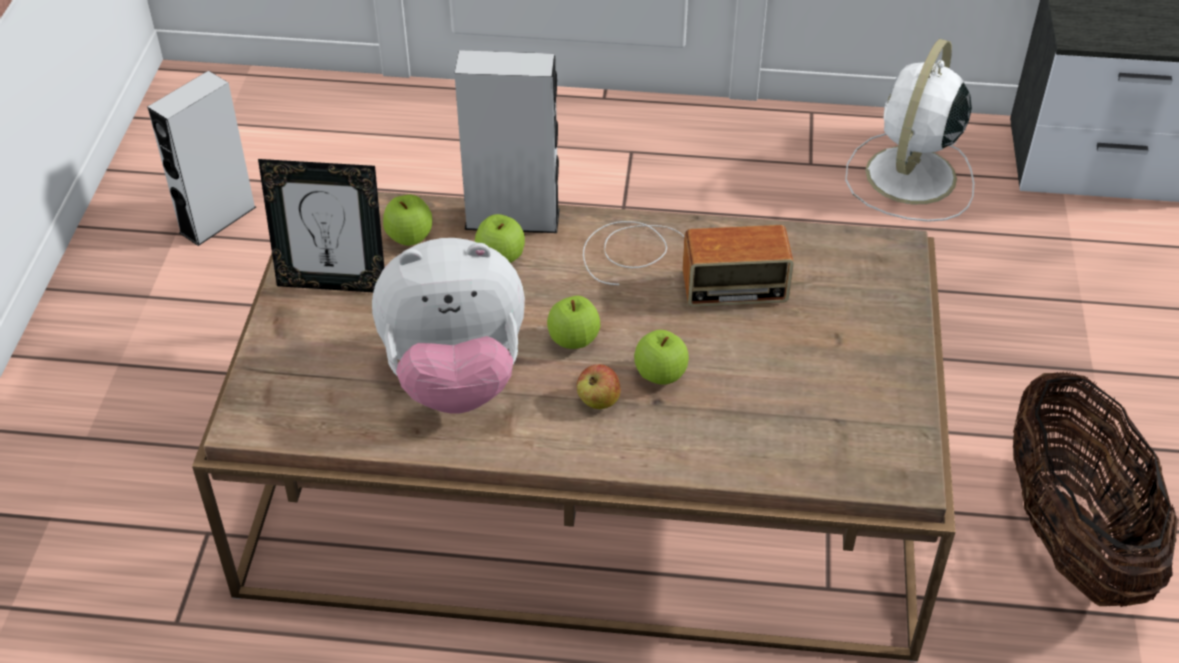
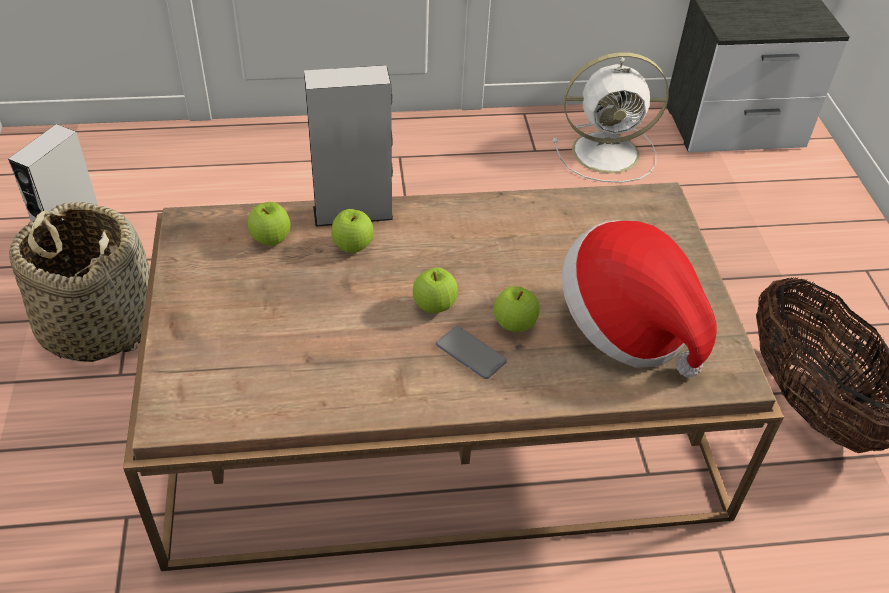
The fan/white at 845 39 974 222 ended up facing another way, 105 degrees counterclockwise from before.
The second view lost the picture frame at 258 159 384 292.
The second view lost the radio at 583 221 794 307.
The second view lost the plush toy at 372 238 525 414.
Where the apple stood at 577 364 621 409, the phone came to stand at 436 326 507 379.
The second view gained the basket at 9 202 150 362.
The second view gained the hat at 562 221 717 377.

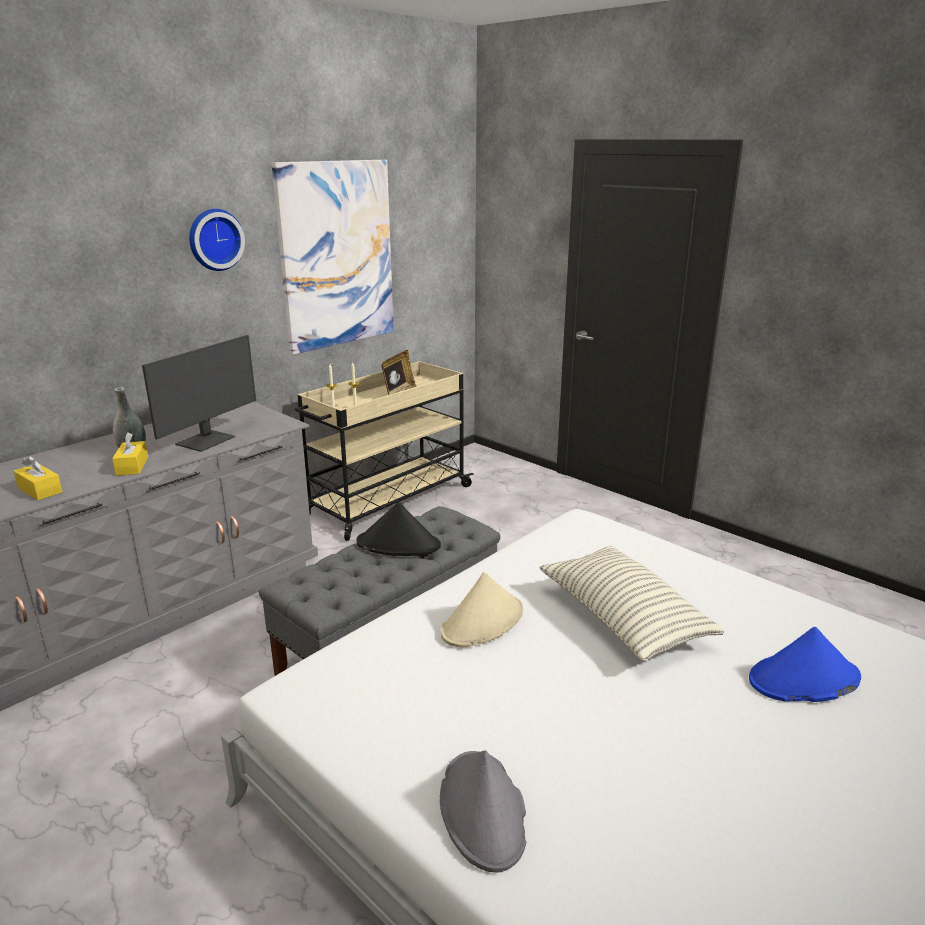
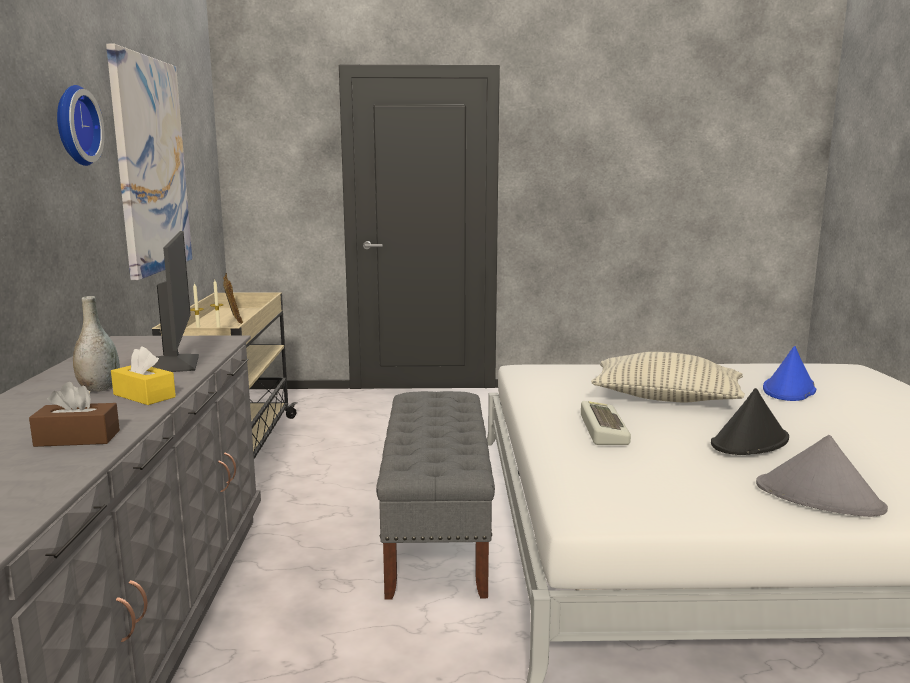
What was the tissue box/yellow at 13 455 62 500 turned into the tissue box/brown at 29 382 120 447.
The hat/black ended up elsewhere, having gone from 356 502 441 556 to 711 388 789 455.
Where the hat/beige stood at 440 572 523 647, the keyboard came to stand at 581 401 631 445.

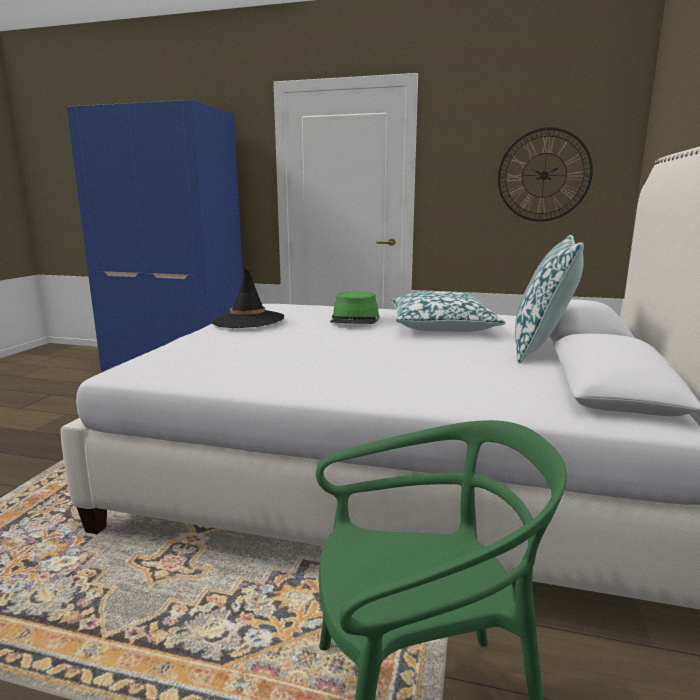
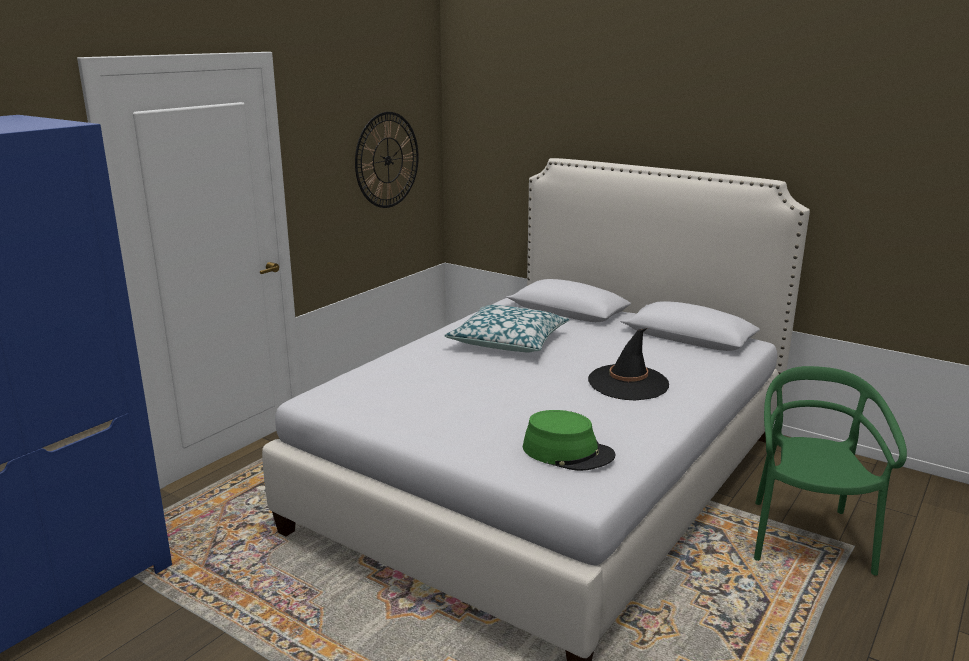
The second view lost the pillow at 515 235 584 363.
The hat/black ended up elsewhere, having gone from 211 268 284 328 to 588 328 669 400.
The hat/green ended up elsewhere, having gone from 330 292 379 324 to 523 410 615 471.

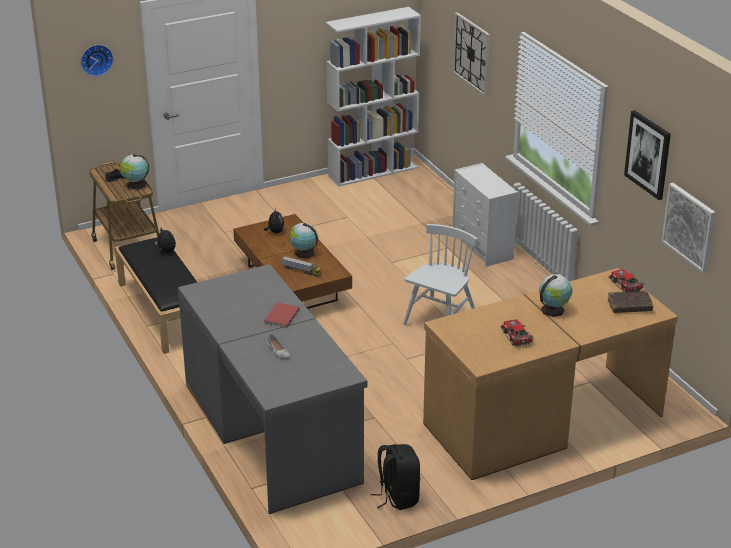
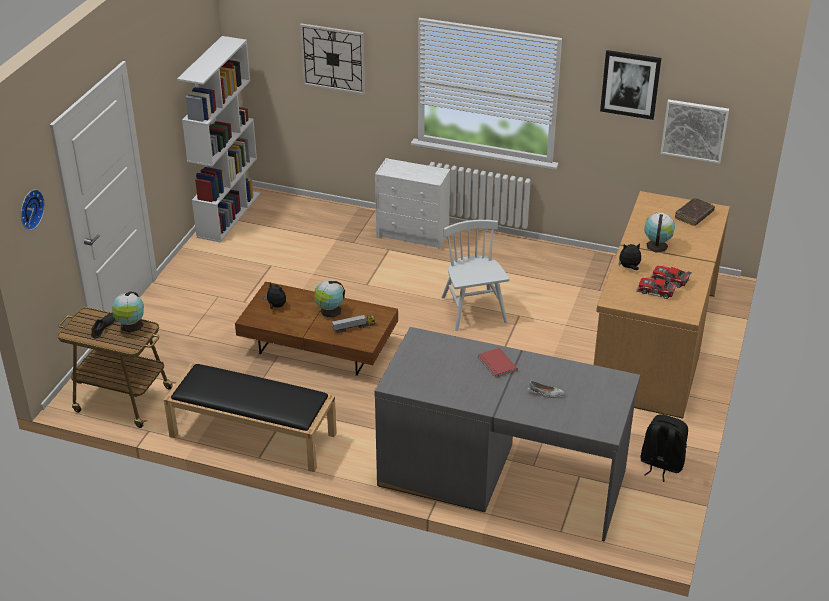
The plush toy ended up elsewhere, having gone from 154 228 176 253 to 619 244 641 270.
The toy car ended up elsewhere, having gone from 608 269 644 292 to 636 278 677 299.

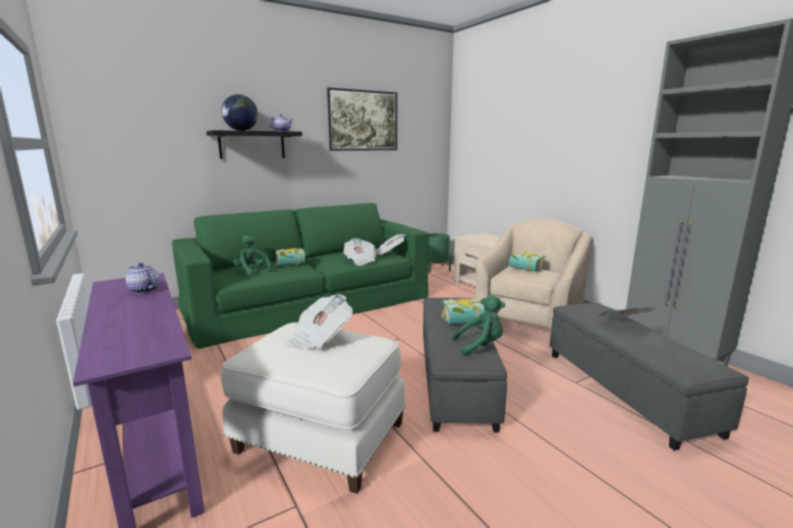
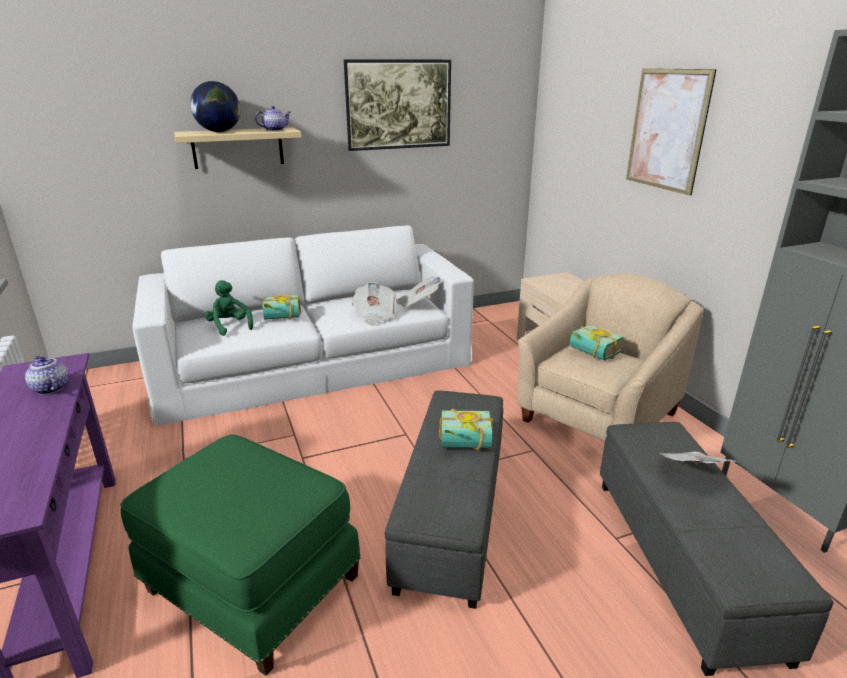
What was the shelf/black at 206 130 302 159 turned into the shelf/beige at 174 127 302 169.
What was the sofa/green at 172 203 429 349 turned into the sofa/white at 132 226 474 426.
The second view lost the planter/green at 428 233 452 273.
The second view lost the newspaper at 287 294 353 349.
The second view lost the plush toy/green at 452 295 505 356.
What was the ottoman/white at 221 322 406 494 turned into the ottoman/green at 120 435 361 676.
The second view gained the picture at 626 68 717 196.

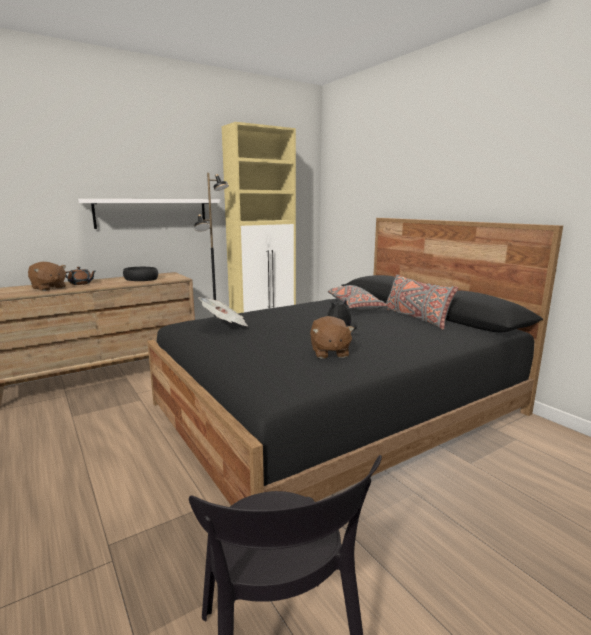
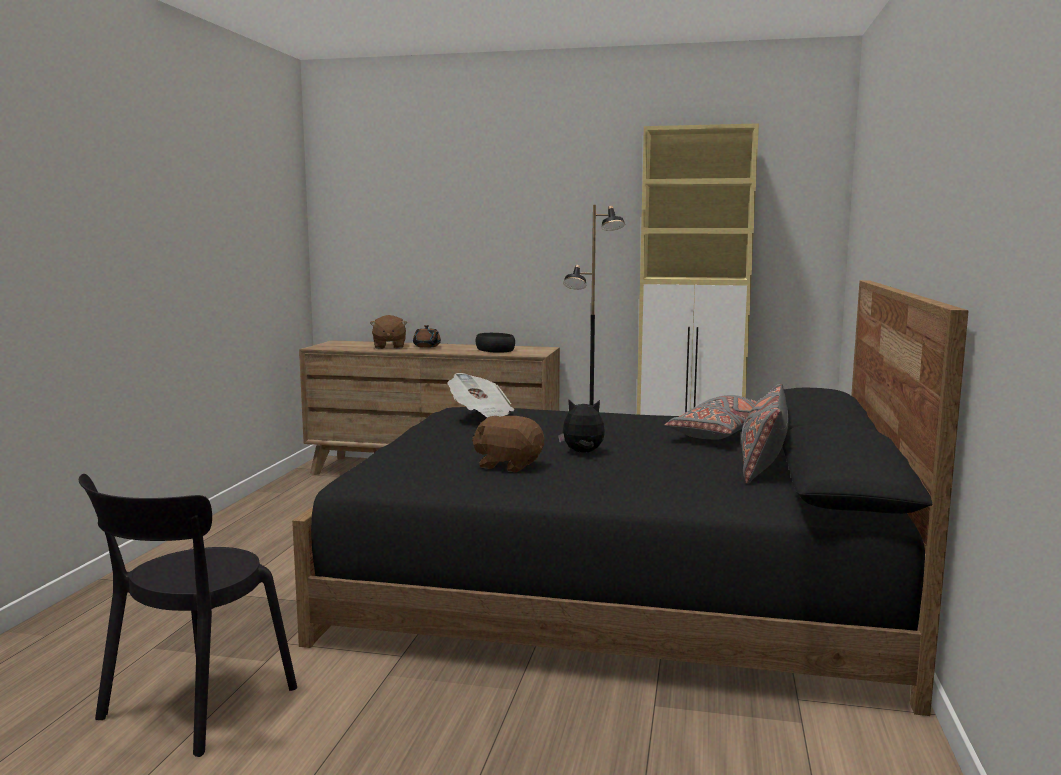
The second view lost the shelf/white at 78 199 221 229.
The plush toy/brown at 310 316 354 359 ended up facing another way, 75 degrees clockwise from before.

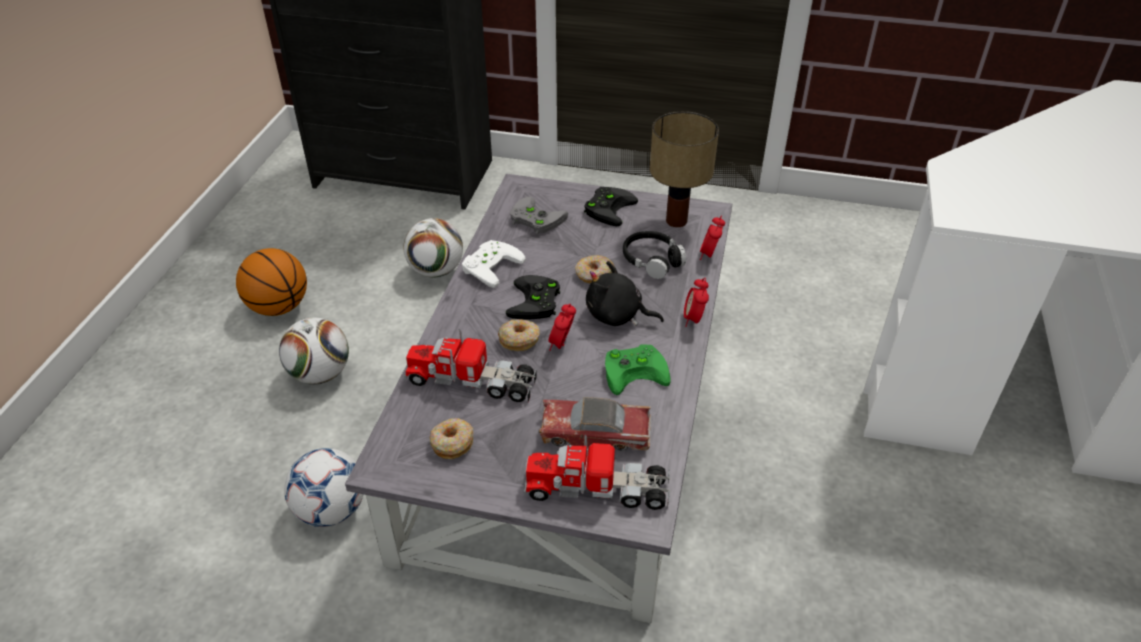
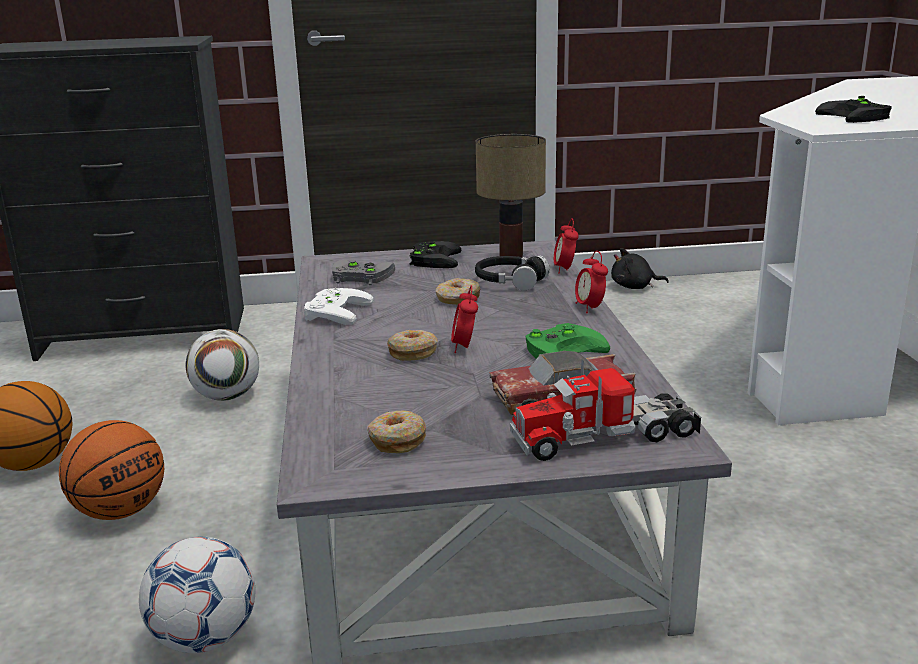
The plush toy/black ended up elsewhere, having gone from 586 261 664 326 to 611 248 669 289.
The game controller/black ended up elsewhere, having gone from 506 275 560 320 to 815 96 892 123.
Where the football stood at 279 318 349 385, the basketball came to stand at 59 420 164 520.
The second view lost the toy truck at 404 329 537 402.

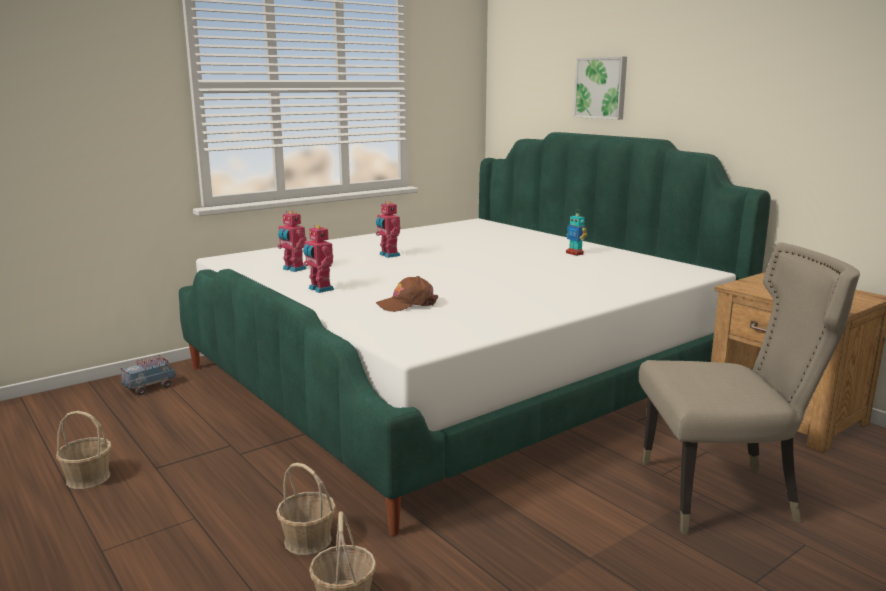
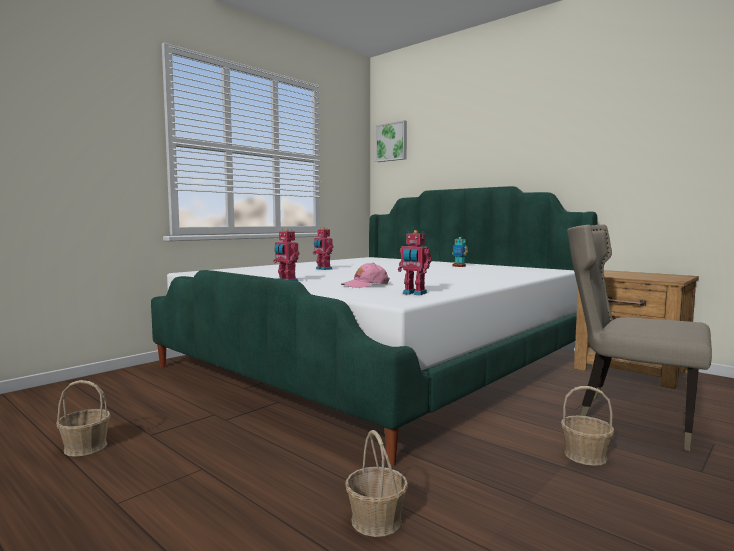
The picture ended up elsewhere, having gone from 573 56 627 120 to 376 120 407 162.
The toy robot ended up elsewhere, having gone from 277 211 307 272 to 398 230 432 295.
The chair/beige at 639 242 860 534 ended up facing another way, 135 degrees counterclockwise from before.
What was the cap/brown at 376 276 438 312 turned into the cap/pink at 341 263 390 288.
The second view lost the toy truck at 121 355 176 395.
The basket ended up elsewhere, having gone from 276 463 336 555 to 561 386 615 466.

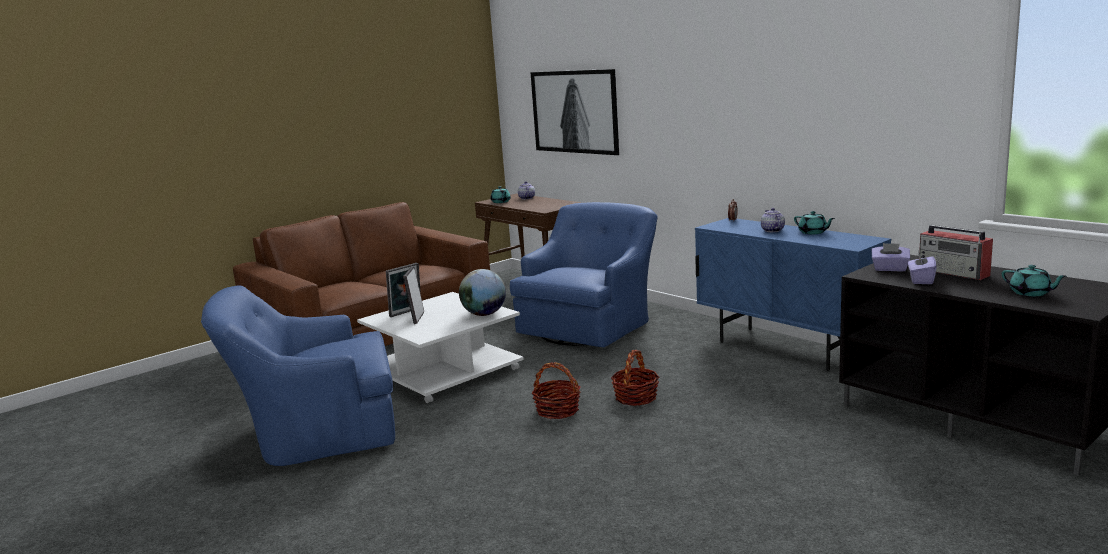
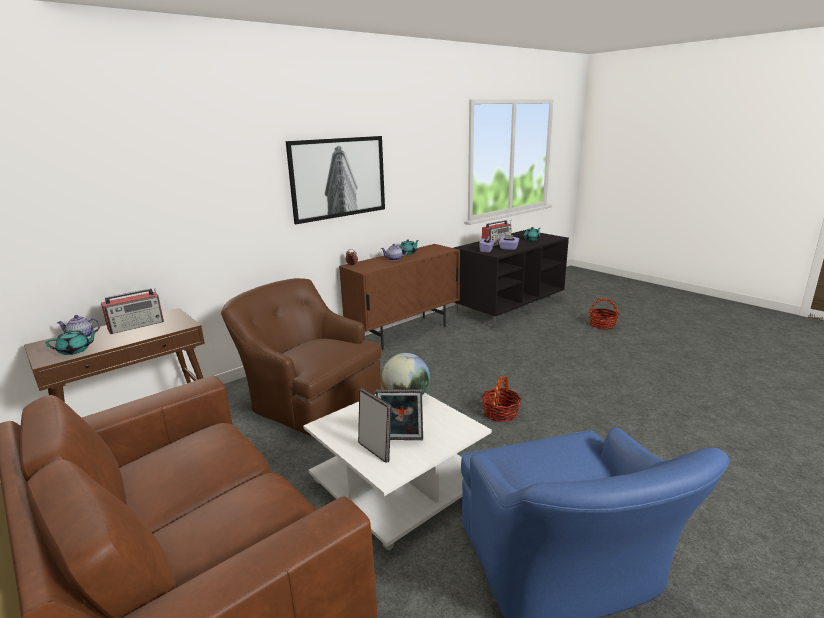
The picture ended up elsewhere, having gone from 530 69 619 155 to 286 136 385 224.
What was the armchair/blue at 510 202 658 347 turned into the armchair/brown at 221 278 381 436.
What was the cabinet/blue at 695 218 891 371 turned into the cabinet/brown at 339 244 460 350.
The basket ended up elsewhere, having gone from 611 350 659 406 to 589 298 619 330.
The second view gained the radio at 101 288 164 334.

